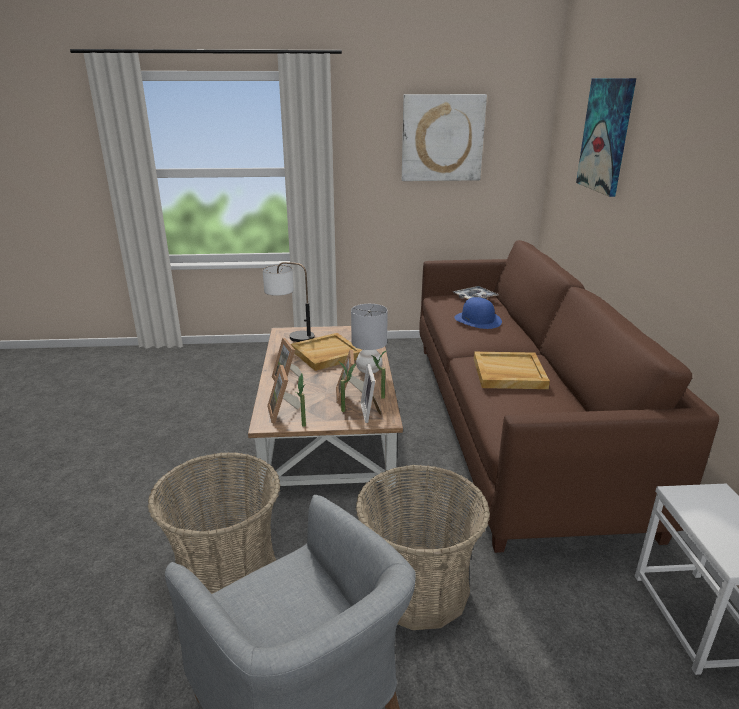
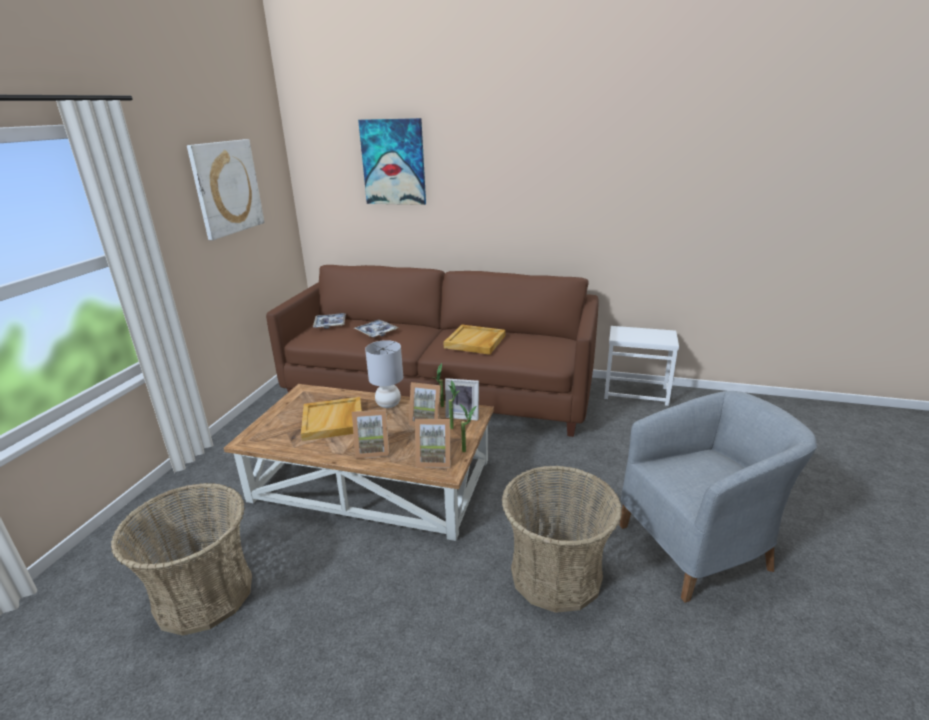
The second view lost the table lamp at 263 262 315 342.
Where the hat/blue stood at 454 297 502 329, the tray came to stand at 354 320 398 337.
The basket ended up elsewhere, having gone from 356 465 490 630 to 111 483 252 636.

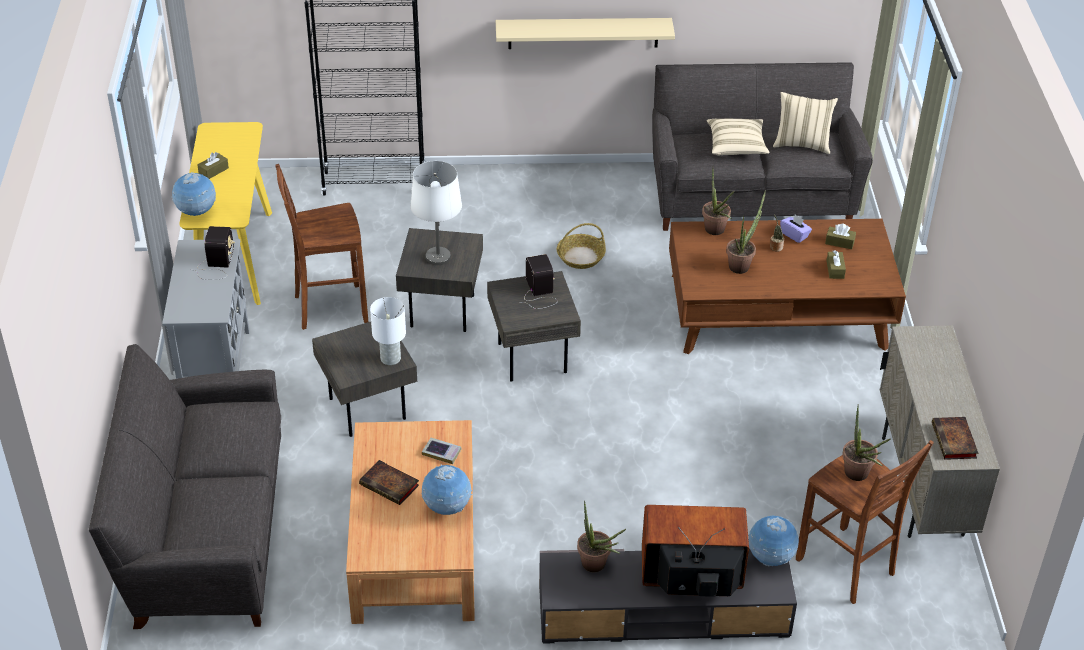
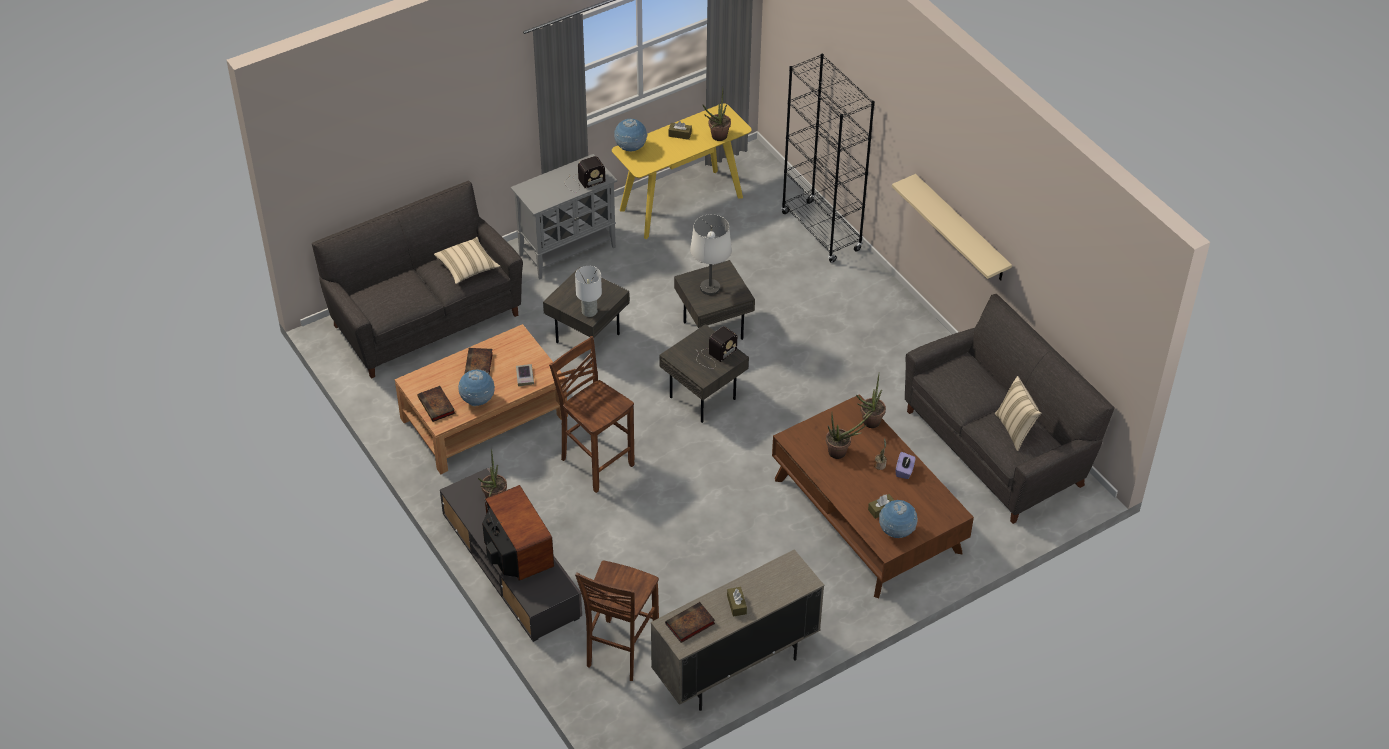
The pillow/beige ended up elsewhere, having gone from 707 118 770 156 to 434 237 500 284.
The stool/brown ended up elsewhere, having gone from 276 164 368 330 to 549 336 634 493.
The second view lost the basket at 557 223 606 269.
The tissue box/brown ended up elsewhere, having gone from 825 224 856 249 to 727 587 747 616.
The potted plant ended up elsewhere, having gone from 842 404 890 481 to 702 89 731 141.
The globe ended up elsewhere, having gone from 748 516 799 566 to 879 500 918 538.
The second view gained the book at 417 386 455 422.

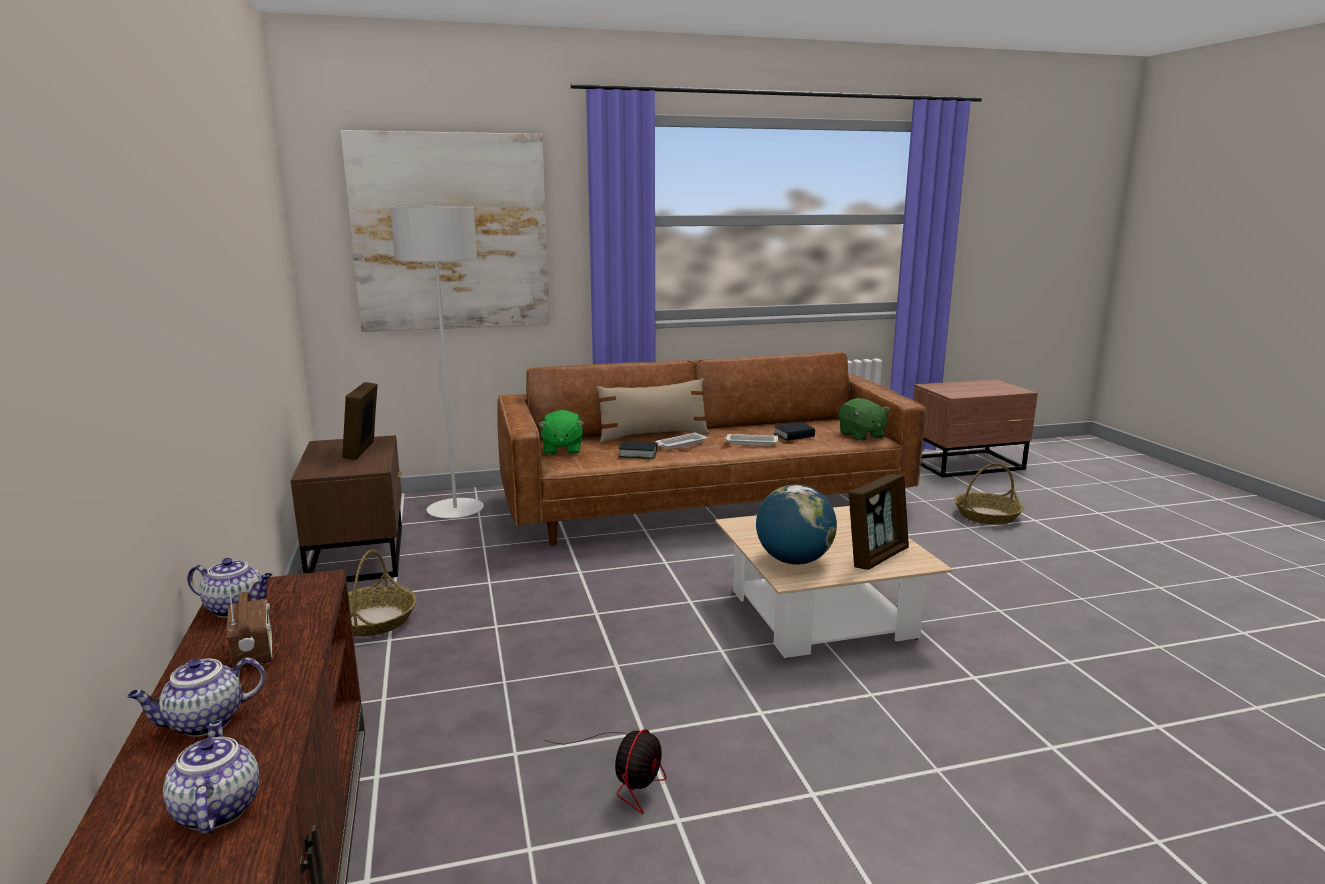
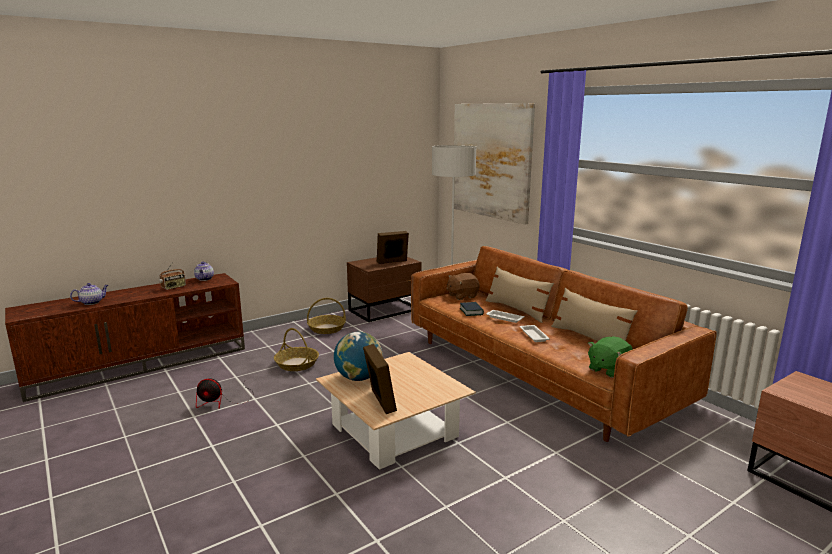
What was the plush toy/green at 538 410 584 455 turned into the plush toy/brown at 446 273 480 300.
The second view lost the book at 773 422 815 441.
The basket ended up elsewhere, having gone from 954 463 1024 525 to 274 328 319 371.
The picture frame at 849 474 909 570 ended up facing another way, 135 degrees counterclockwise from before.
The second view lost the teapot at 127 657 266 737.
The second view gained the pillow/beige at 551 288 637 341.

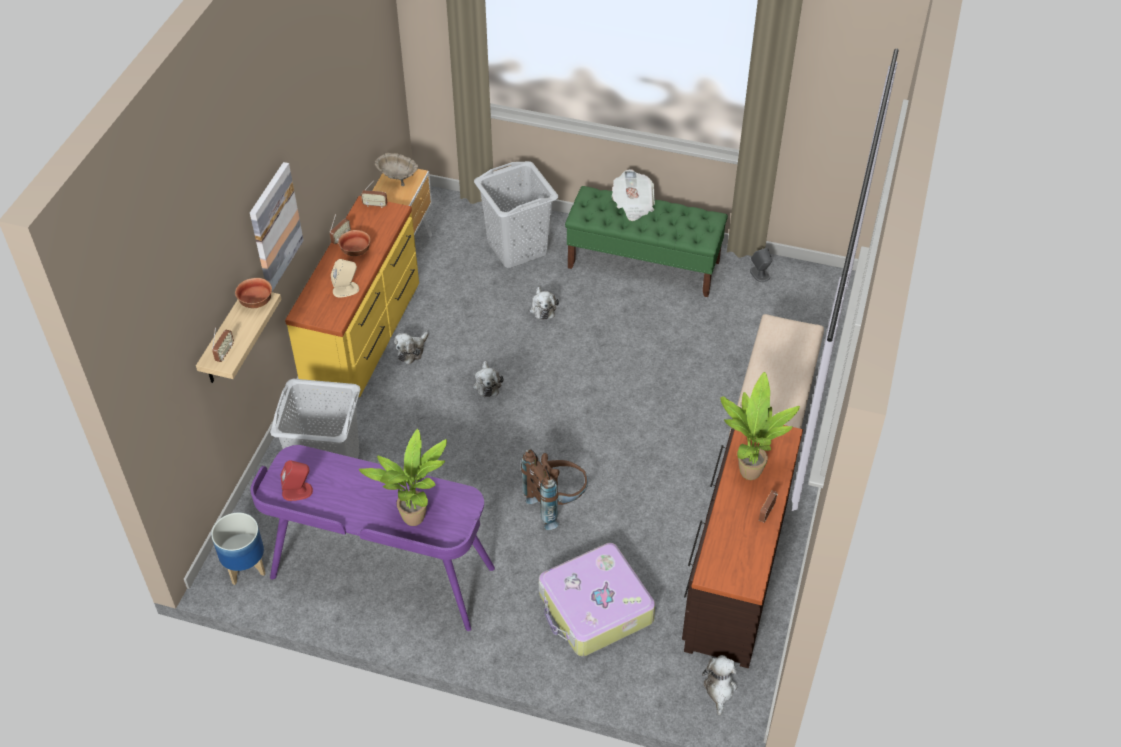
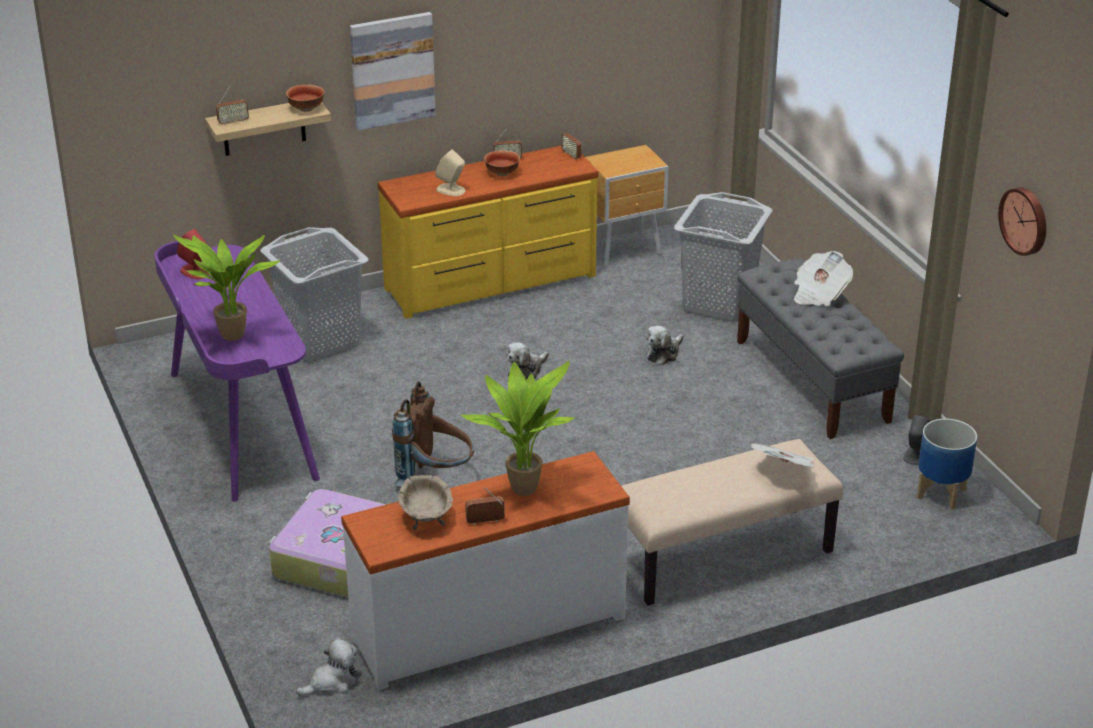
The bowl/beige ended up elsewhere, having gone from 375 153 418 186 to 398 475 453 530.
What was the bench/green at 565 186 728 297 turned into the bench/grey at 737 259 904 439.
The second view lost the plush toy at 394 332 429 364.
What was the dresser/brown at 682 425 803 668 turned into the dresser/white at 341 451 630 690.
The planter ended up elsewhere, having gone from 211 512 266 585 to 917 418 977 509.
The second view gained the wall clock at 998 187 1046 256.
The second view gained the newspaper at 751 443 816 468.

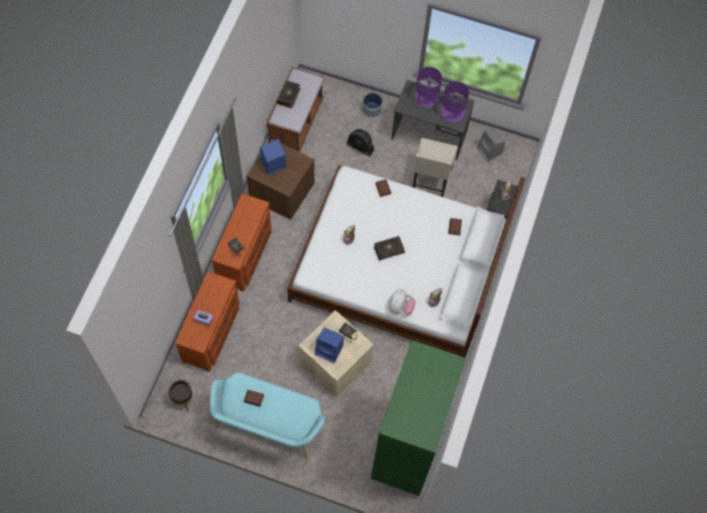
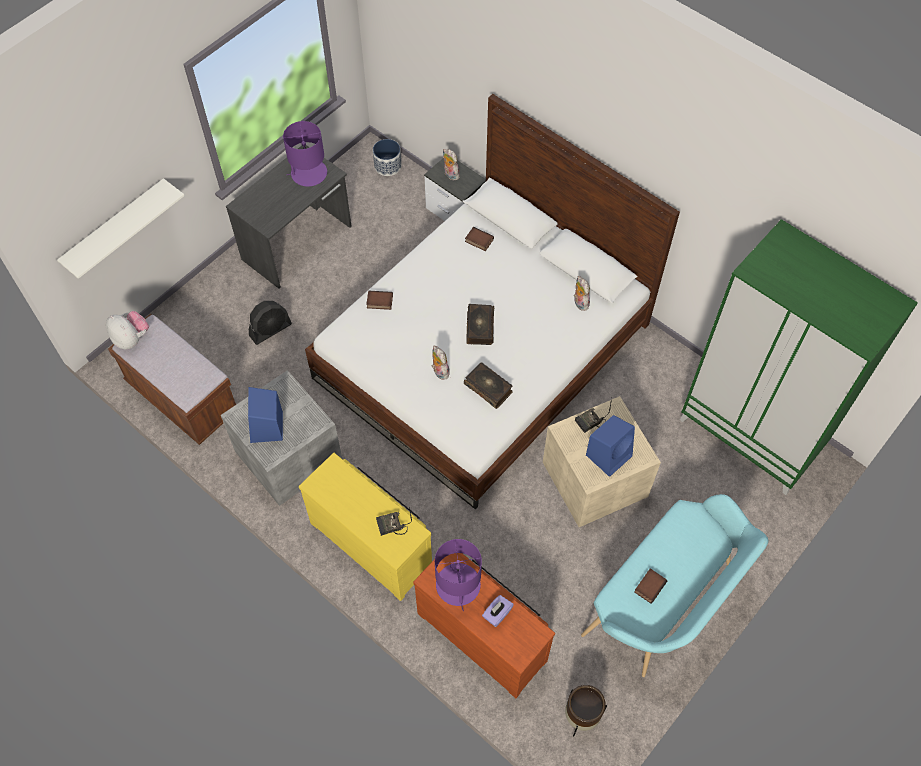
The table lamp/purple ended up elsewhere, having gone from 415 67 442 108 to 435 539 482 611.
The book ended up elsewhere, having gone from 276 81 300 108 to 464 362 513 409.
The planter ended up elsewhere, having gone from 363 93 382 118 to 373 139 402 176.
The second view lost the speaker/grey at 477 128 506 162.
The second view lost the chair/beige at 413 138 458 197.
What was the storage box/brown at 247 139 314 220 turned into the storage box/grey at 221 370 342 506.
What was the dresser/brown at 211 194 271 292 turned into the dresser/yellow at 299 453 432 601.
The plush toy ended up elsewhere, having gone from 389 289 416 315 to 106 311 149 349.
The second view gained the shelf/white at 57 178 185 279.

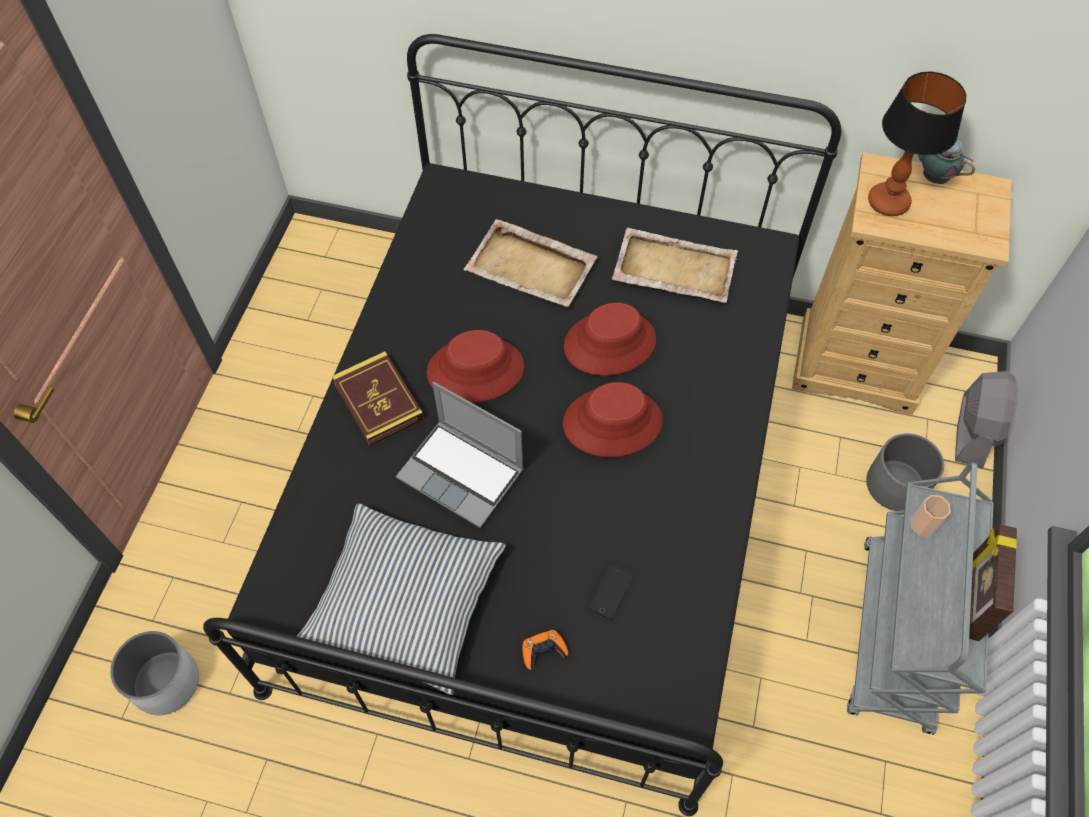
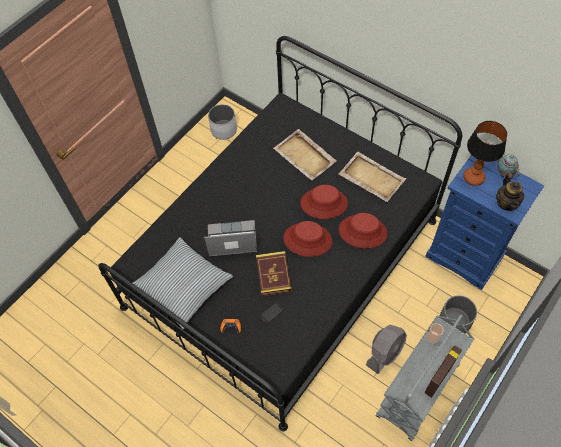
What was the dresser/beige at 792 152 1011 415 turned into the dresser/blue at 425 155 544 290.
The hat/red ended up elsewhere, having gone from 426 330 524 402 to 339 213 387 248.
The book ended up elsewhere, having gone from 332 351 424 446 to 256 251 292 296.
The fan/grey ended up elsewhere, having gone from 955 371 1016 468 to 366 325 407 374.
The laptop at 396 382 524 528 ended up facing another way, 120 degrees clockwise from before.
The planter/white ended up elsewhere, having gone from 110 631 199 715 to 208 104 237 140.
The second view gained the teapot at 496 173 524 211.

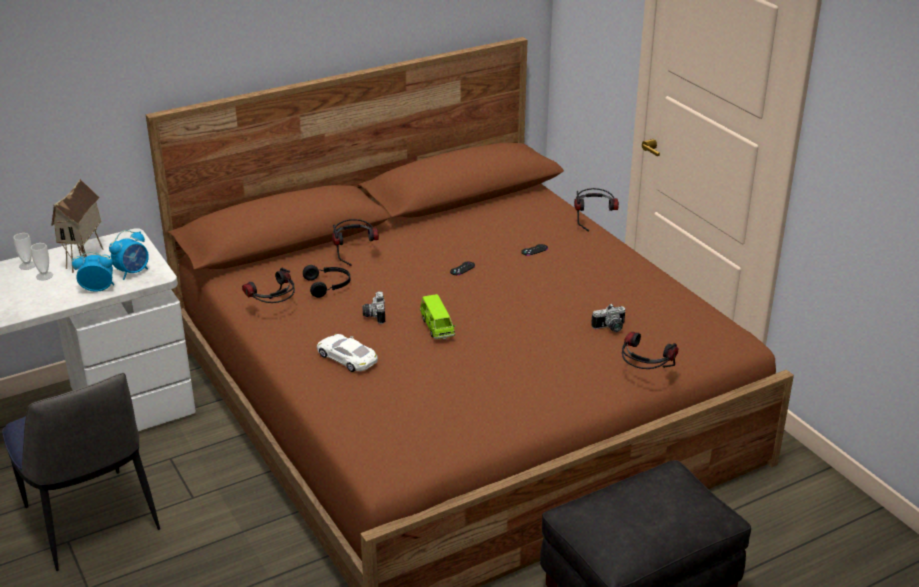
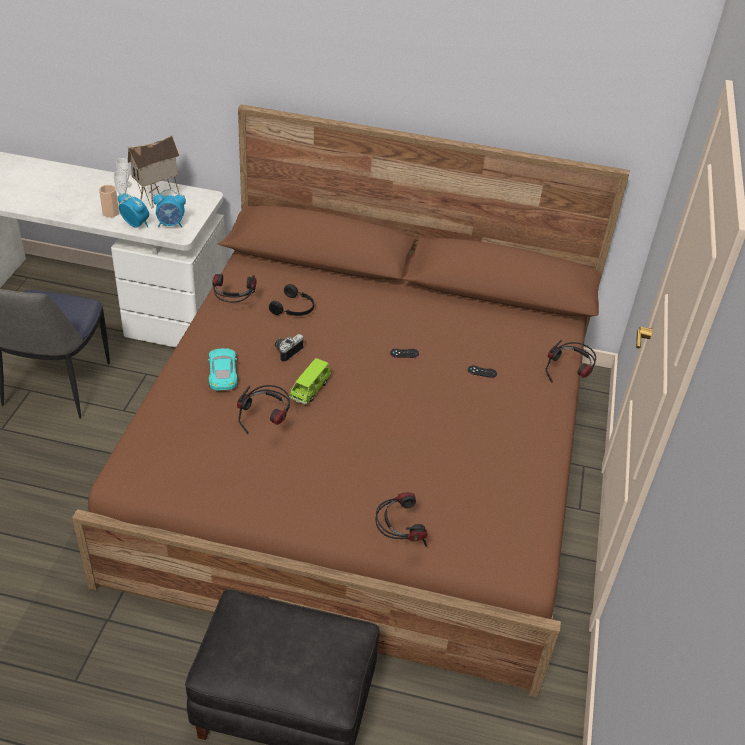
The headphones ended up elsewhere, having gone from 332 219 379 266 to 237 385 290 434.
The second view lost the photo camera at 591 303 625 332.
What was the toy car/white at 317 334 378 372 turned into the toy car/turquoise at 208 348 238 391.
The second view gained the cup at 99 185 119 217.

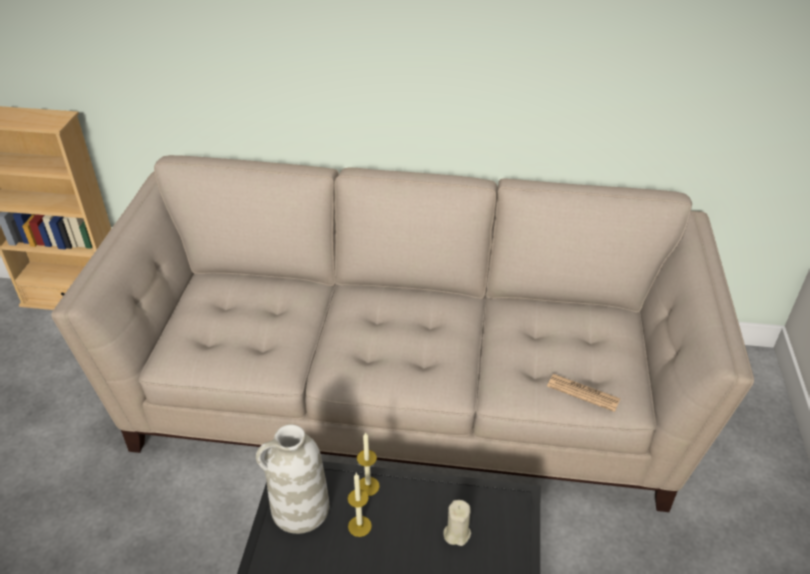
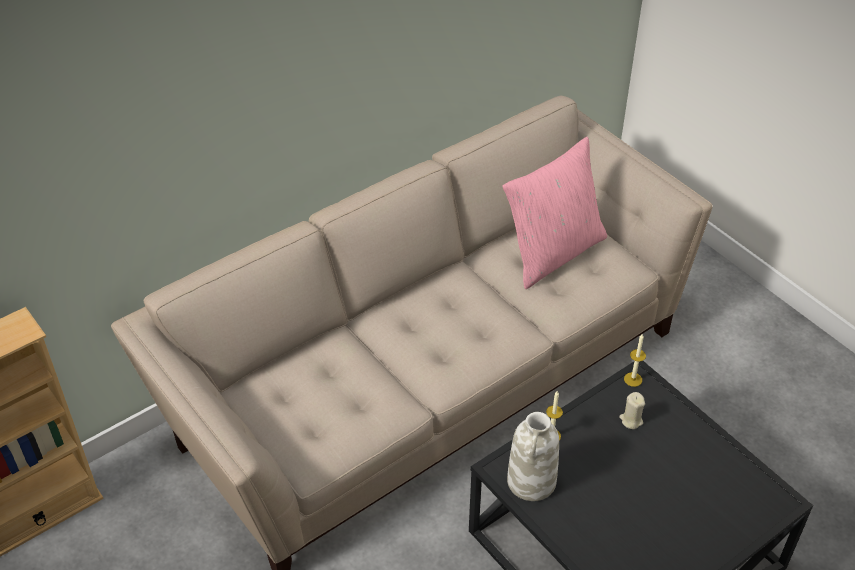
The second view lost the newspaper at 547 374 620 412.
The candle ended up elsewhere, having gone from 348 473 372 537 to 624 334 646 387.
The second view gained the pillow/pink at 503 136 607 289.

